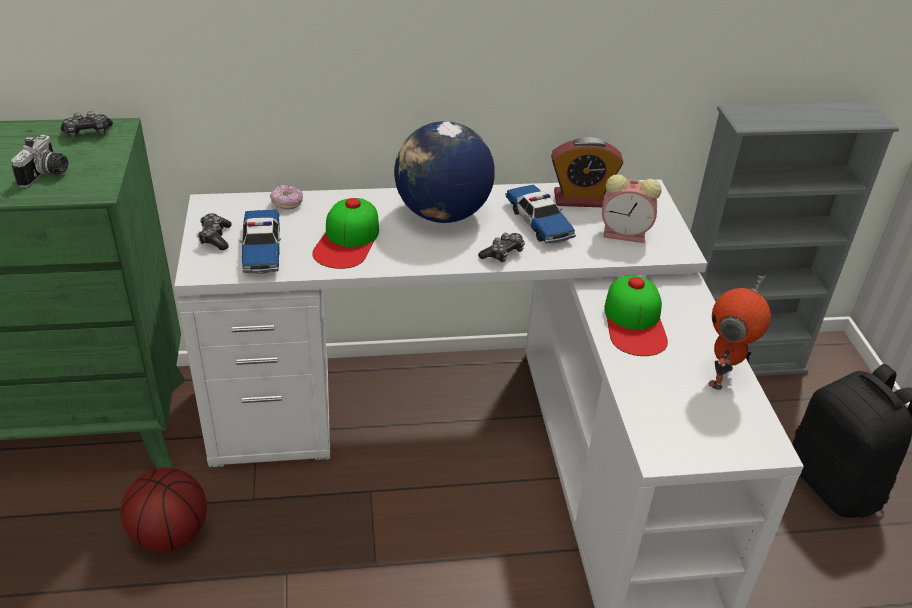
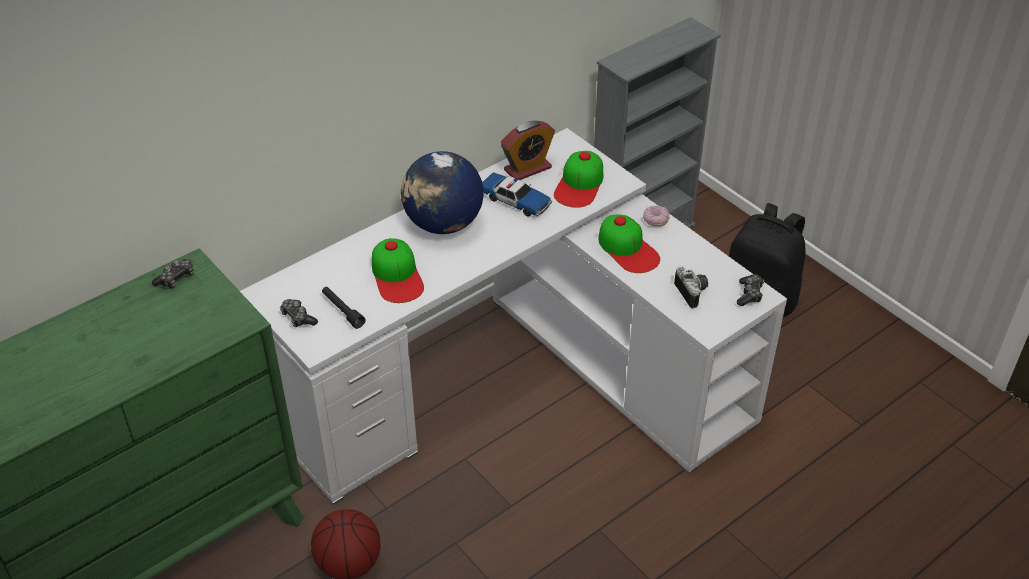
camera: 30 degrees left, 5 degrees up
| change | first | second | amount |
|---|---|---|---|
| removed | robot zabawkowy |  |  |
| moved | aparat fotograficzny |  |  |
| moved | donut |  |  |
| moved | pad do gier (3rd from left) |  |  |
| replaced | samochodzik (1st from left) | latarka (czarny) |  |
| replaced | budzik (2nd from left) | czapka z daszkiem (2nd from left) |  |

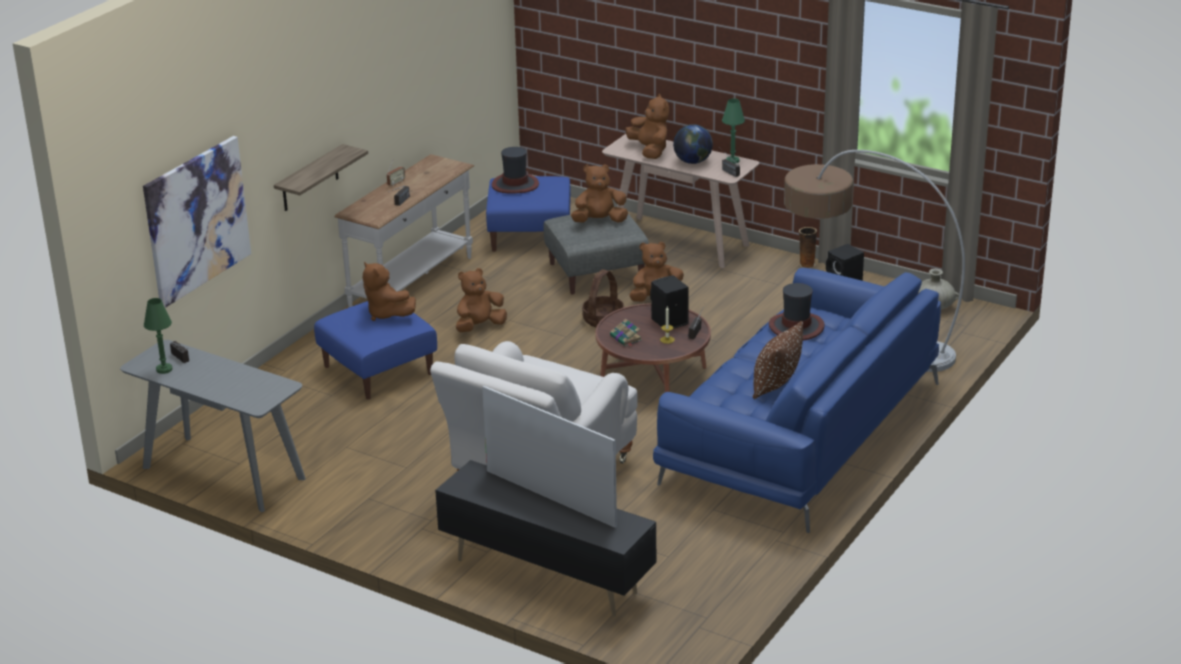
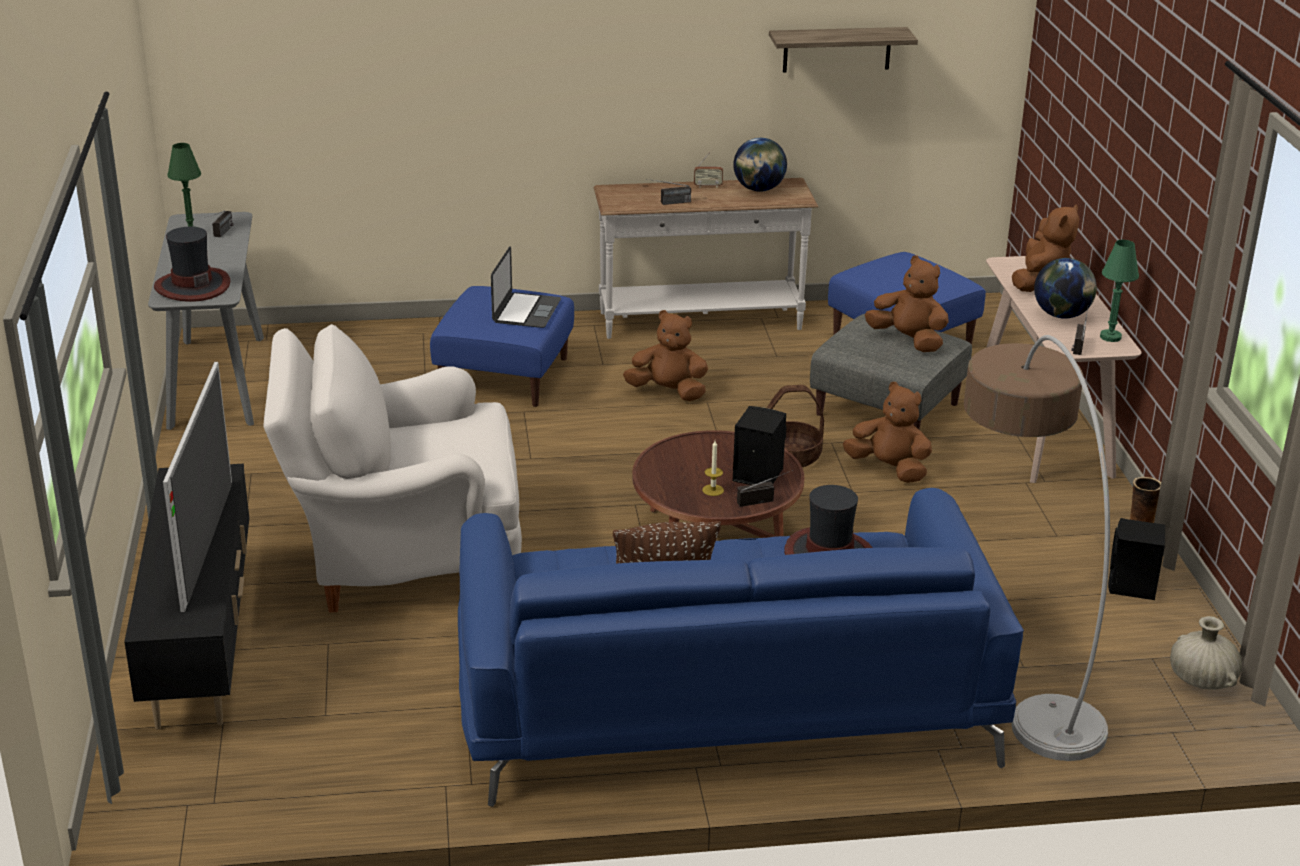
camera: 50 degrees right, 0 degrees up
| change | first | second | amount |
|---|---|---|---|
| removed | obraz |  |  |
| removed | książka |  |  |
| added |  | globus (1st from left) |  |
| moved | półka |  |  |
| moved | kapelusz (1st from left) |  |  |
| replaced | pluszak (brązowy) (1st from left) | laptop |  |

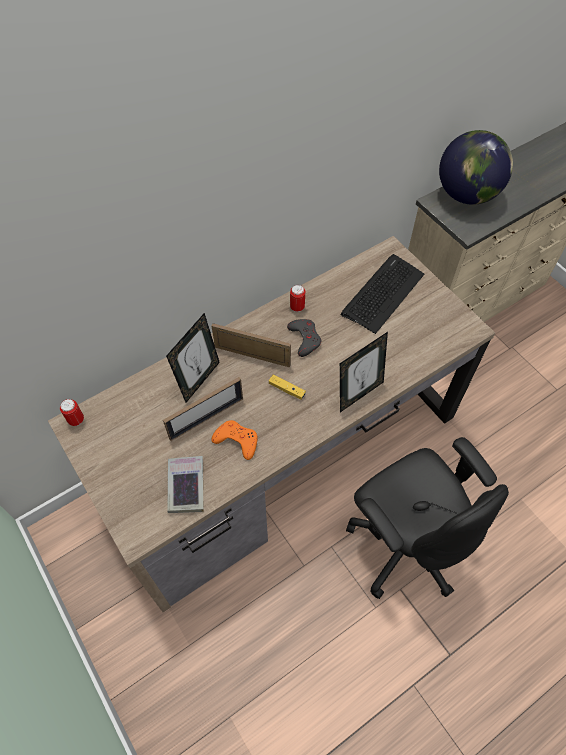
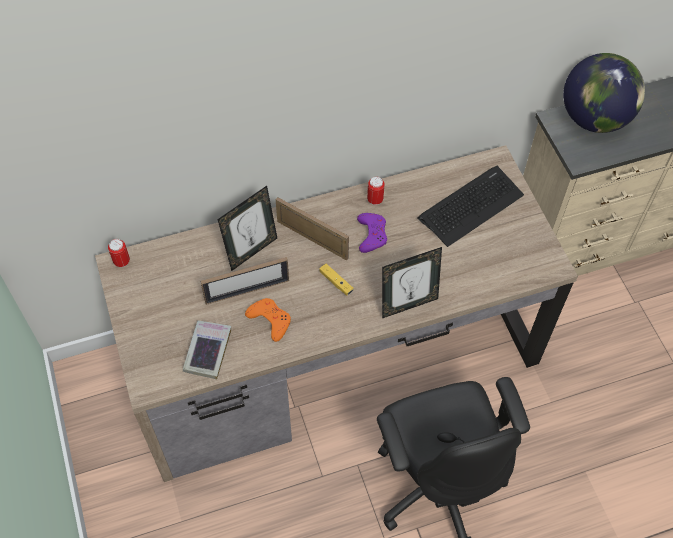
camera: 15 degrees right, 0 degrees up
| change | first | second | amount |
|---|---|---|---|
| recoloured | pad do gier (szary) | pad do gier (fioletowy) |  |

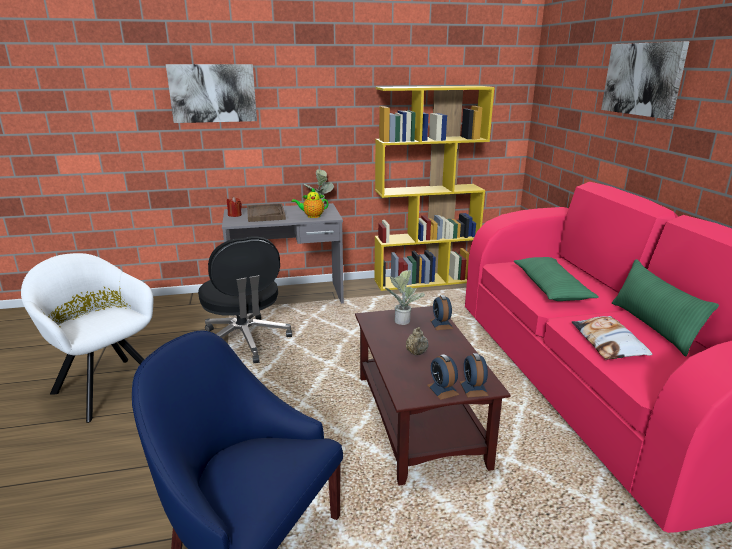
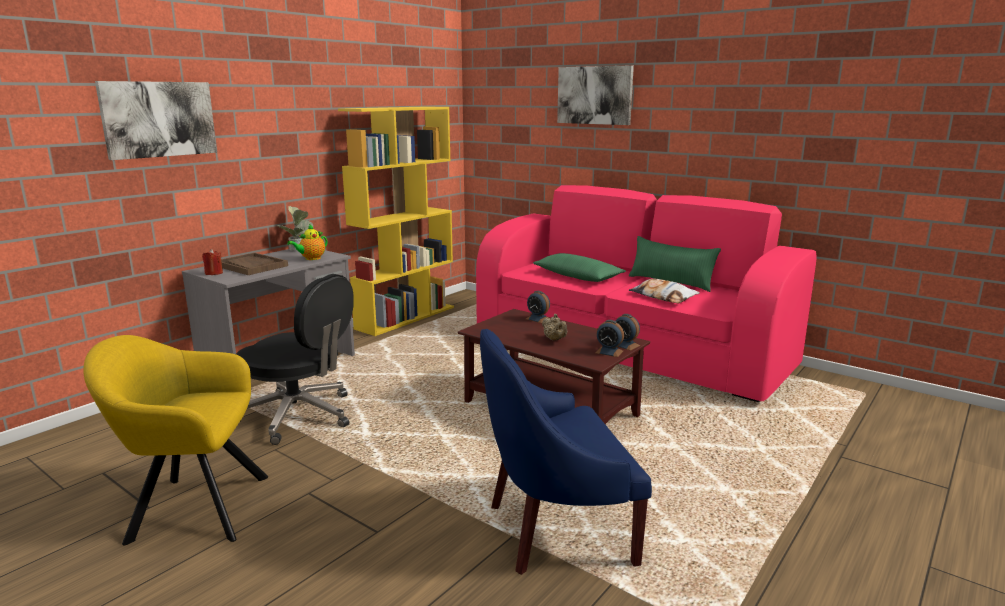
camera: 40 degrees left, 5 degrees down
| change | first | second | amount |
|---|---|---|---|
| removed | roślina doniczkowa (2nd from left) |  |  |
| recoloured | fotel (biały) | fotel (żółty) |  |

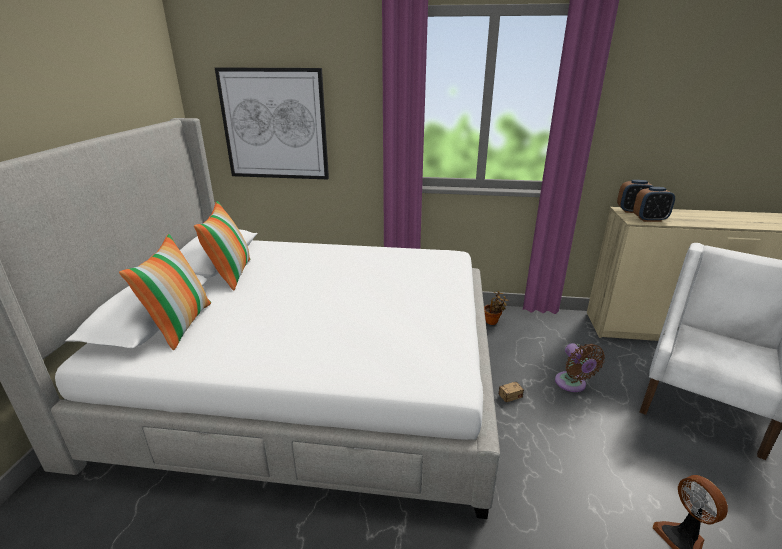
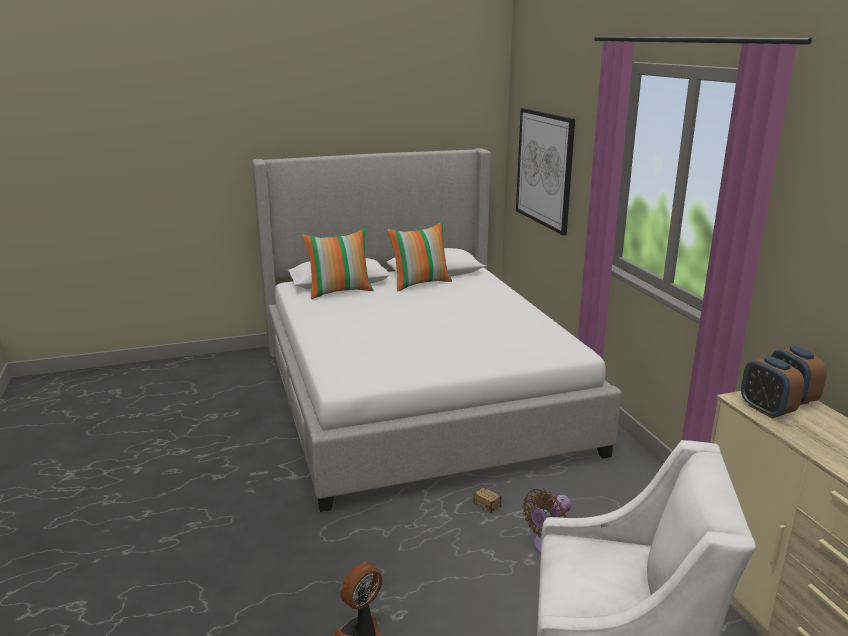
camera: 65 degrees right, 5 degrees down
| change | first | second | amount |
|---|---|---|---|
| removed | roślina doniczkowa |  |  |

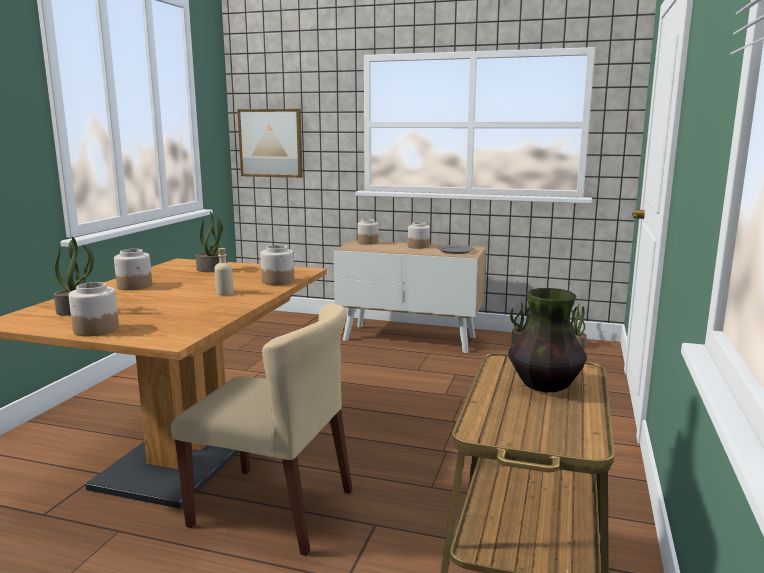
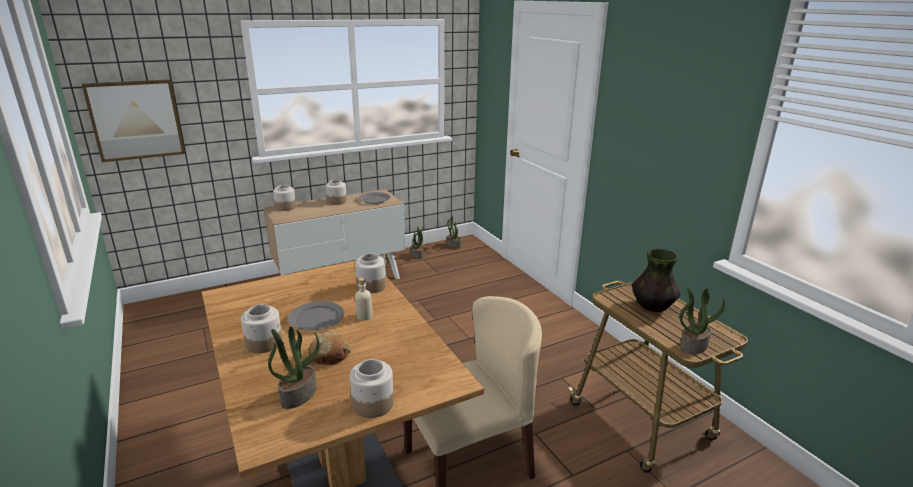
camera: 45 degrees left, 10 degrees up
| change | first | second | amount |
|---|---|---|---|
| added |  | talerz (szary) (1st from left) |  |
| added |  | chleb |  |
| moved | roślina doniczkowa (2nd from left in the first image) | roślina doniczkowa (4th from left) |  |

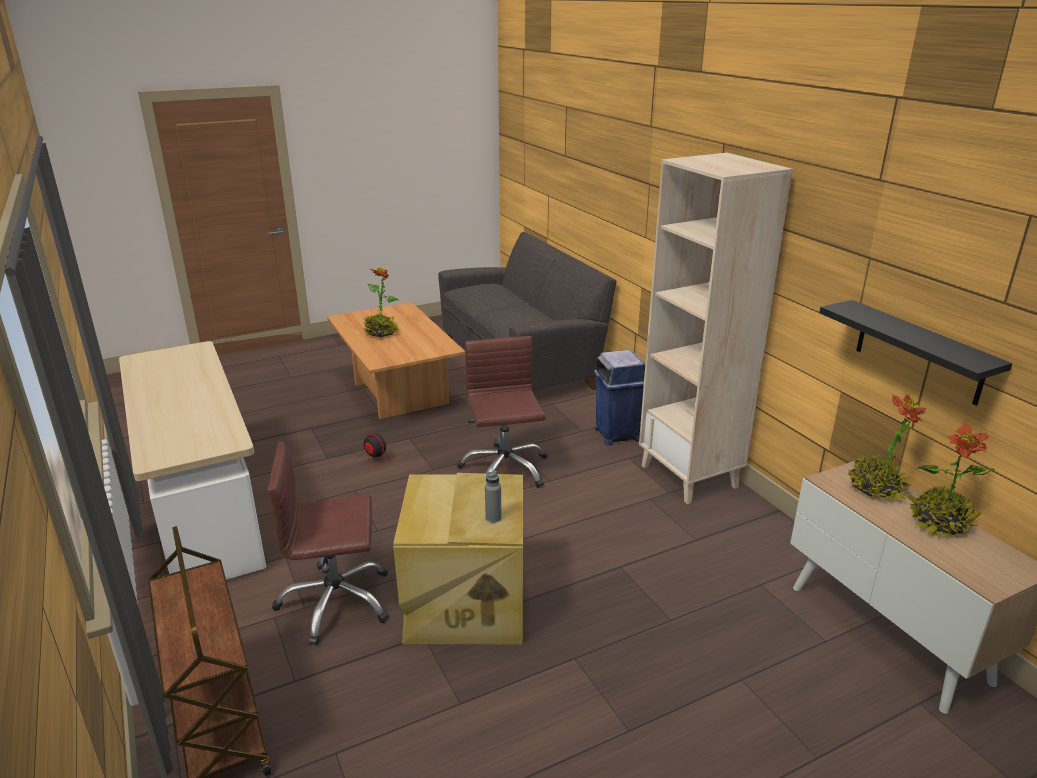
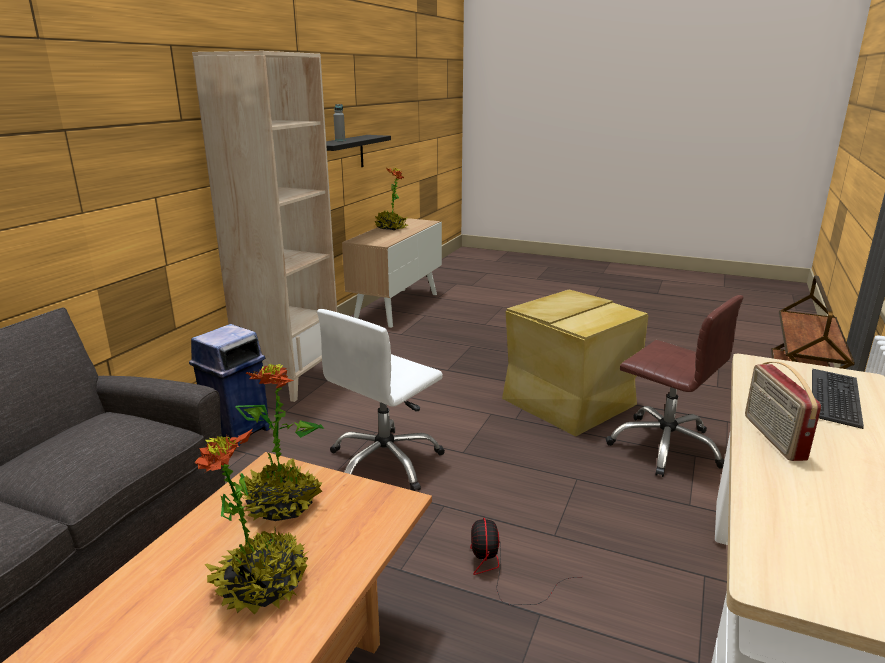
camera: 130 degrees left, 5 degrees down
| change | first | second | amount |
|---|---|---|---|
| added |  | radio |  |
| added |  | klawiatura |  |
| moved | butelka (szary) |  |  |
| moved | roślina doniczkowa (2nd from left) |  |  |
| recoloured | krzesło biurowe (brązowy) (2nd from left) | krzesło biurowe (biały) |  |

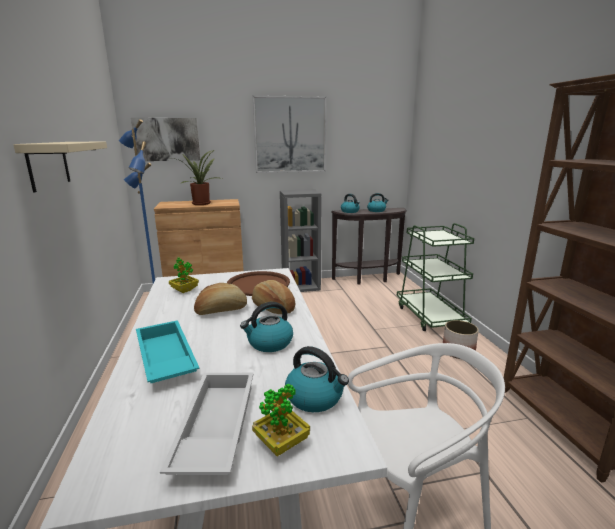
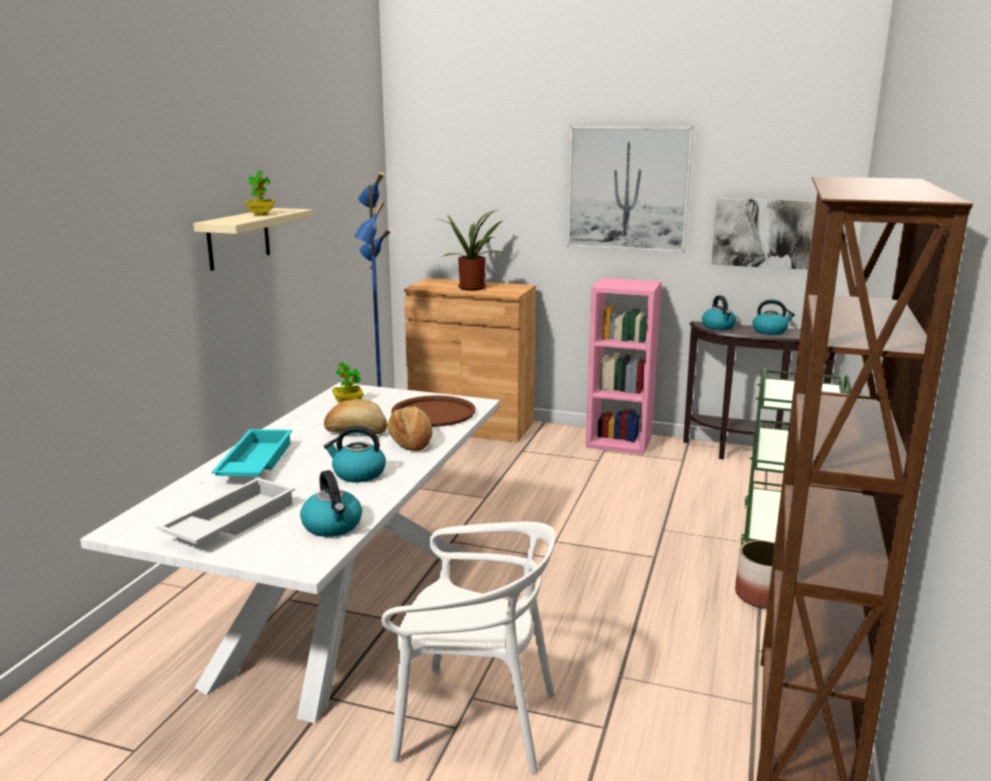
camera: 30 degrees right, 0 degrees up
| change | first | second | amount |
|---|---|---|---|
| moved | obraz (1st from left in the first image) | obraz (2nd from left) |  |
| moved | roślina doniczkowa (3rd from left in the first image) | roślina doniczkowa (1st from left) |  |
| recoloured | regał (szary) | regał (różowy) |  |

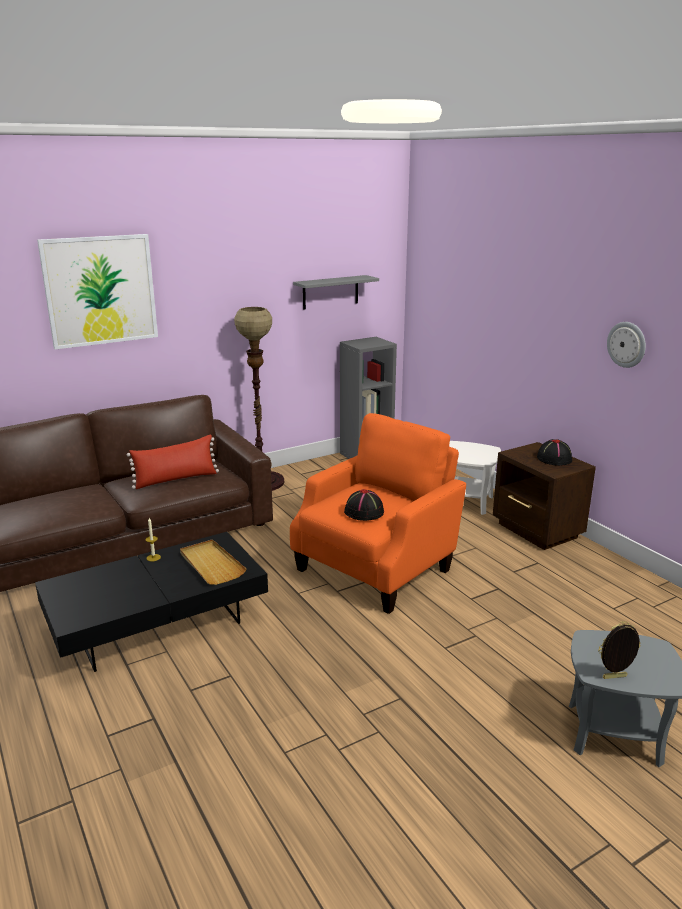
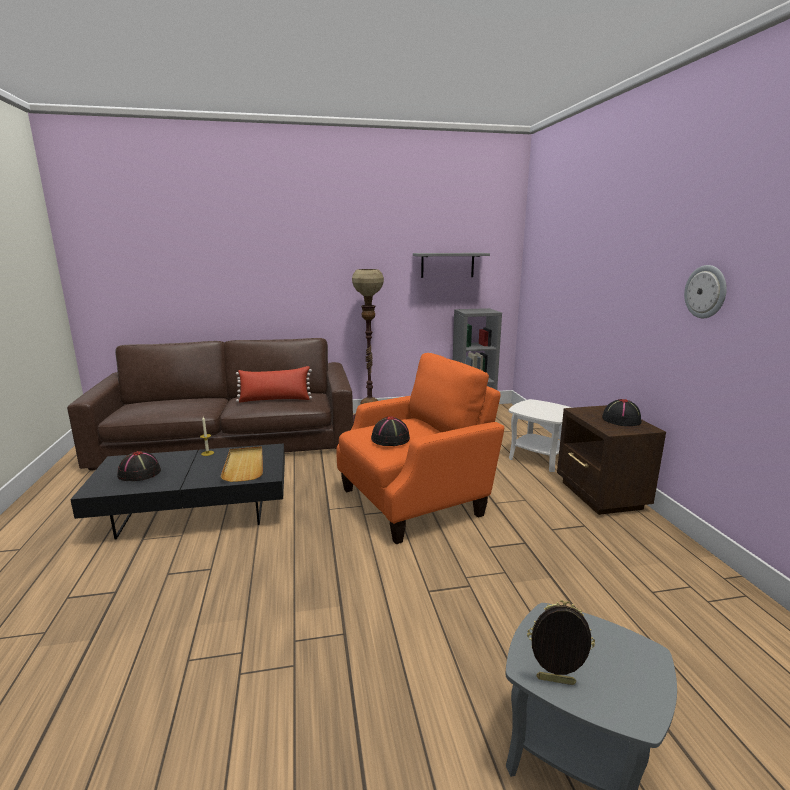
camera: 20 degrees right, 5 degrees down
| change | first | second | amount |
|---|---|---|---|
| removed | obraz |  |  |
| added |  | kapelusz (czarny) (1st from left) |  |

